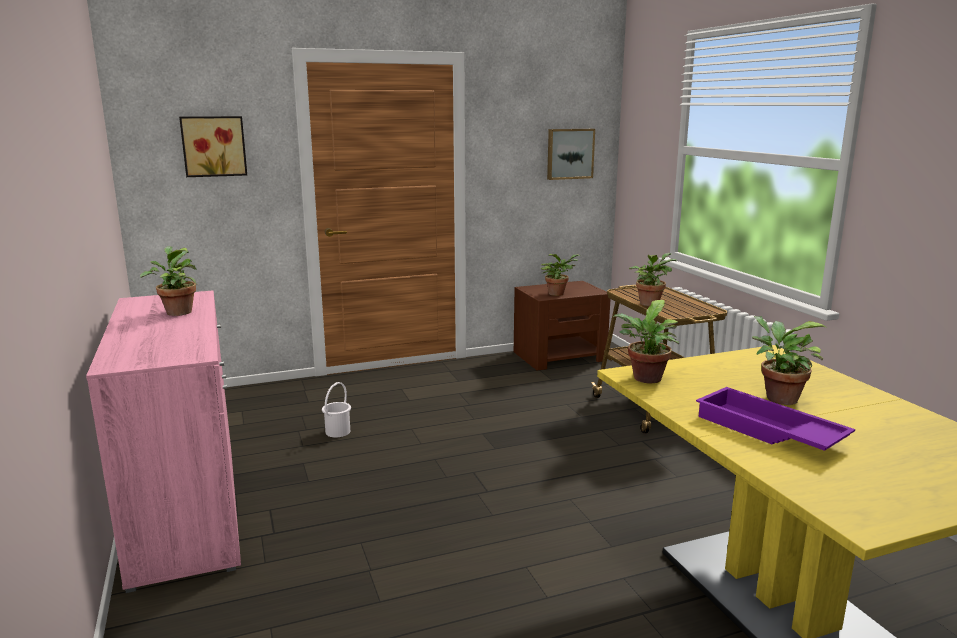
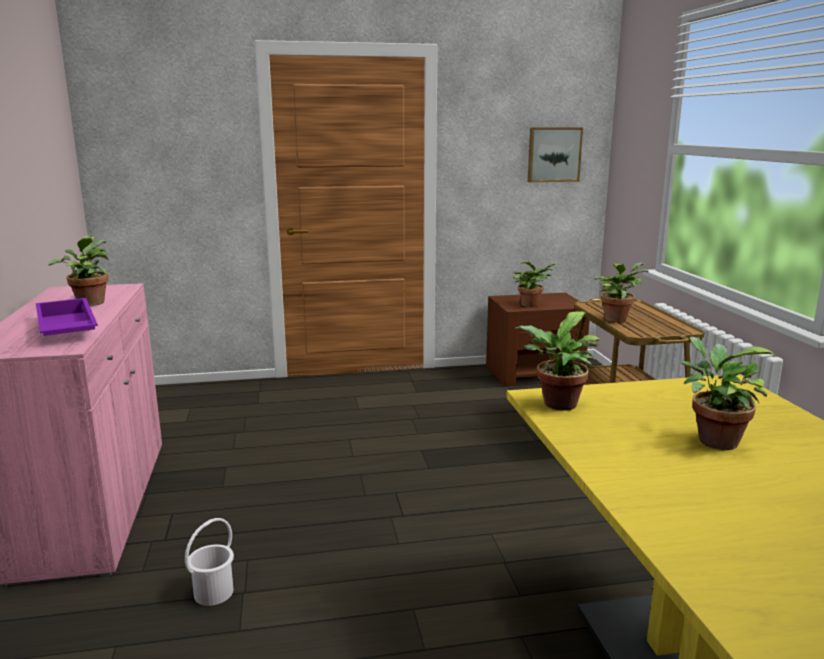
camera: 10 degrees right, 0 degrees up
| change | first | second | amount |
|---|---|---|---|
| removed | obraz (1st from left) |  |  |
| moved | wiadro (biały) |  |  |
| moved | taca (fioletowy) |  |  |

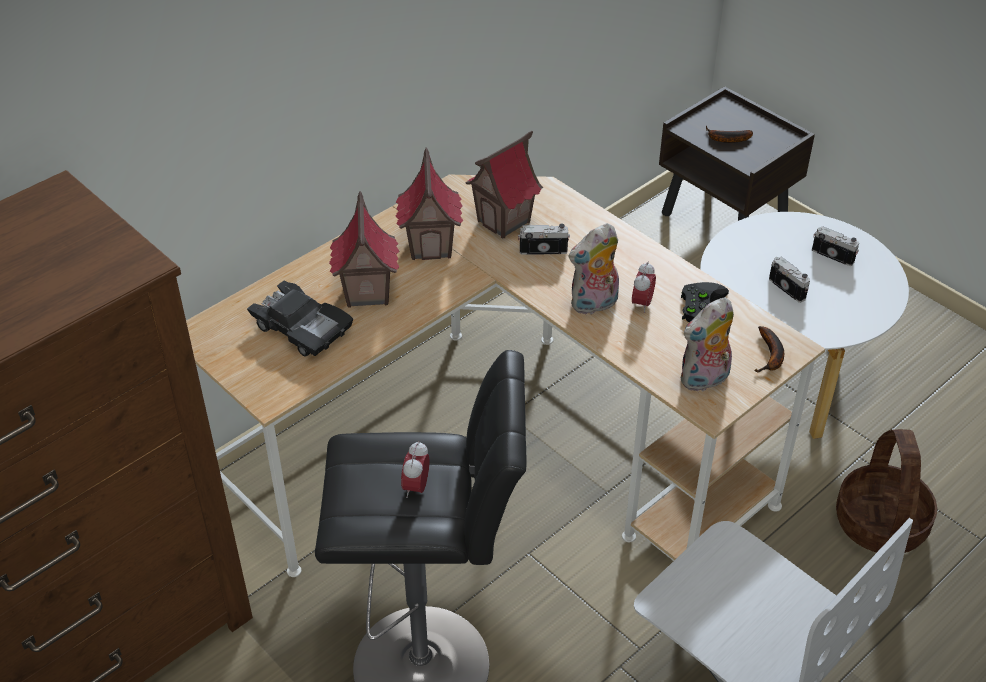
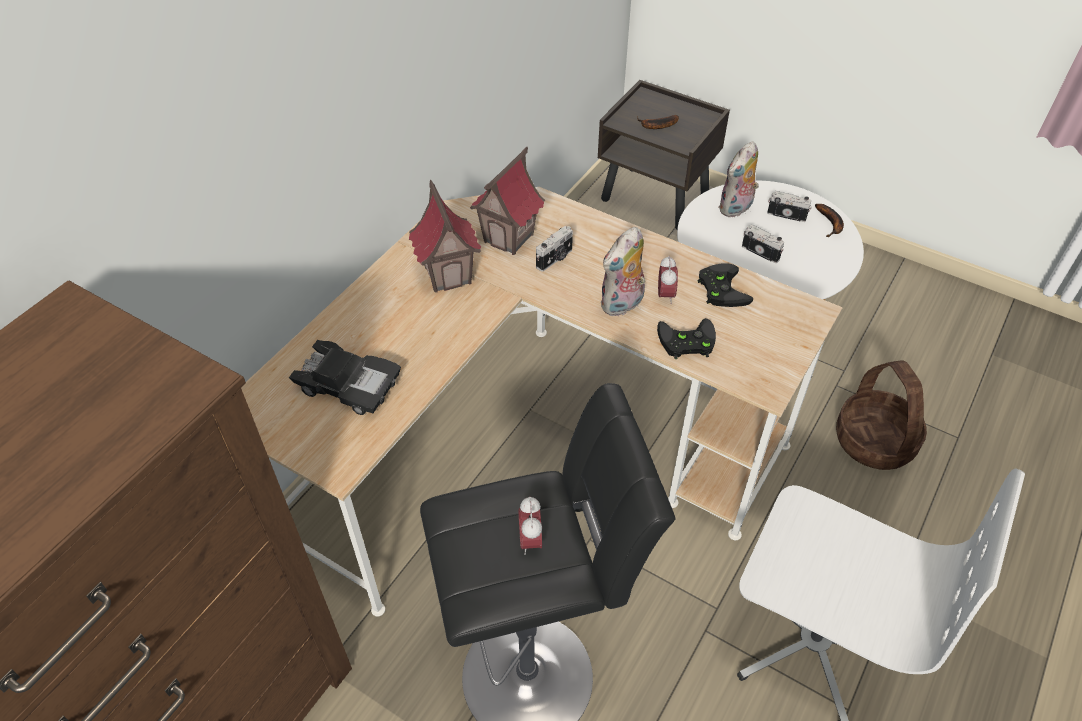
camera: 15 degrees left, 5 degrees up
| change | first | second | amount |
|---|---|---|---|
| removed | domek (1st from left) |  |  |
| added |  | pad do gier (czarny) (1st from left) |  |
| moved | pluszak (2nd from left) |  |  |
| moved | banan (2nd from left) |  |  |
| turned | aparat fotograficzny (1st from left) |  | 150 degrees clockwise |

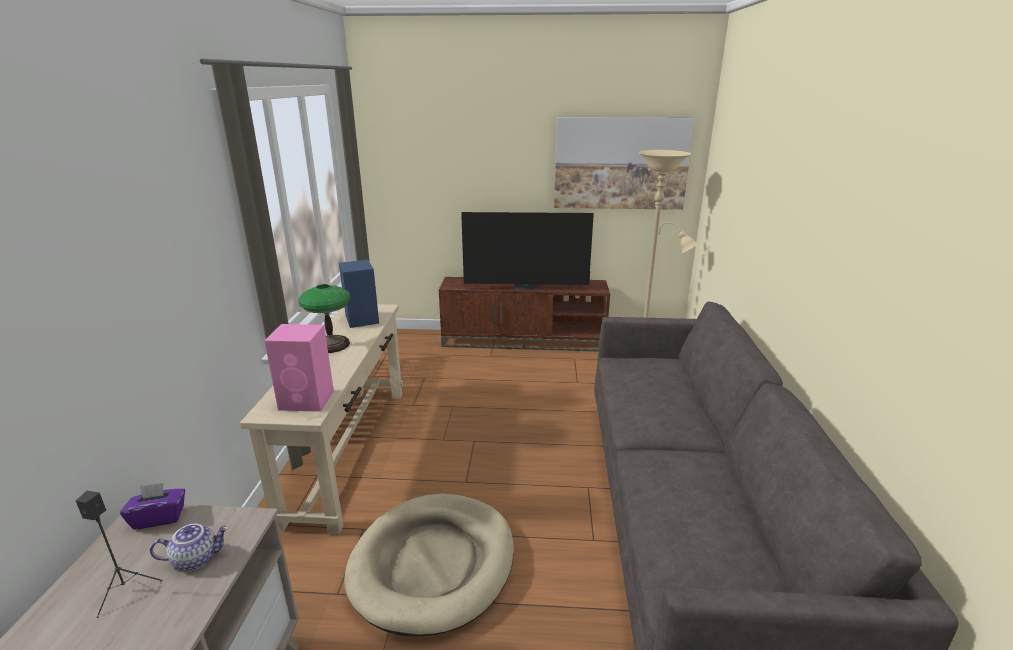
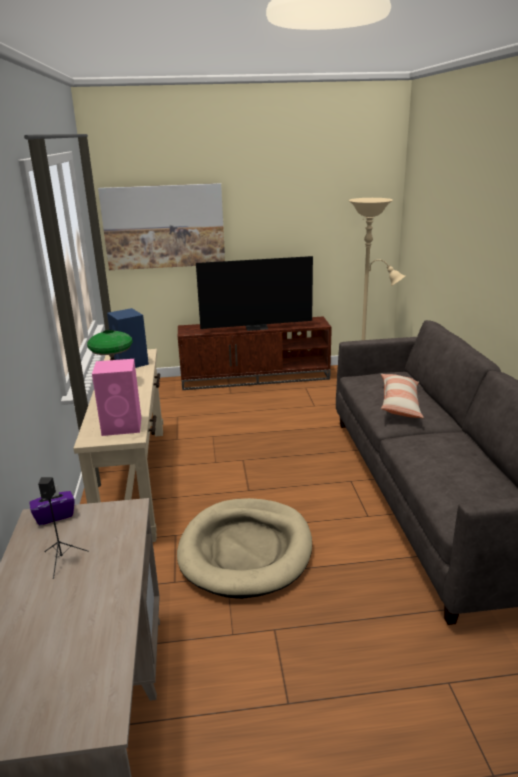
camera: 10 degrees left, 0 degrees up
| change | first | second | amount |
|---|---|---|---|
| removed | imbryk |  |  |
| added |  | poduszka |  |
| moved | obraz |  |  |

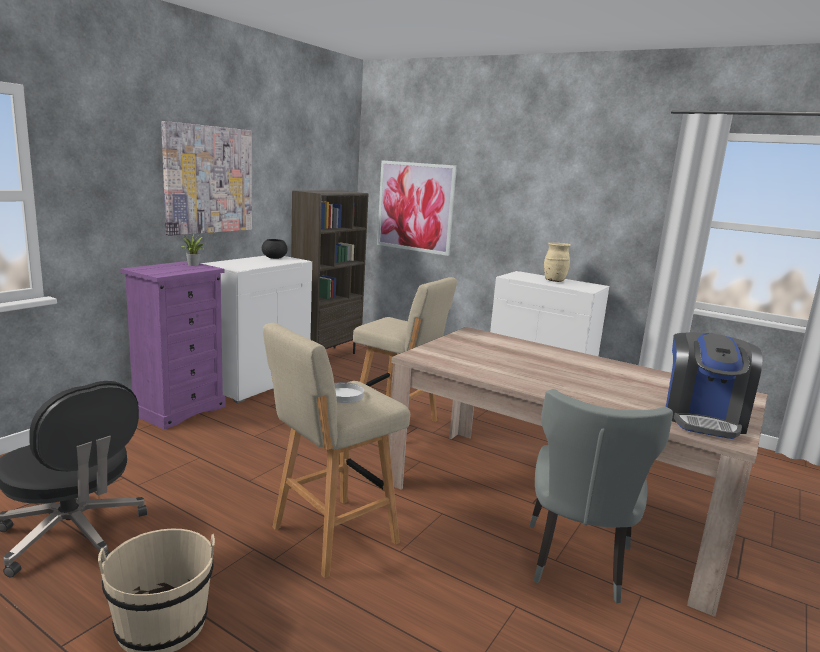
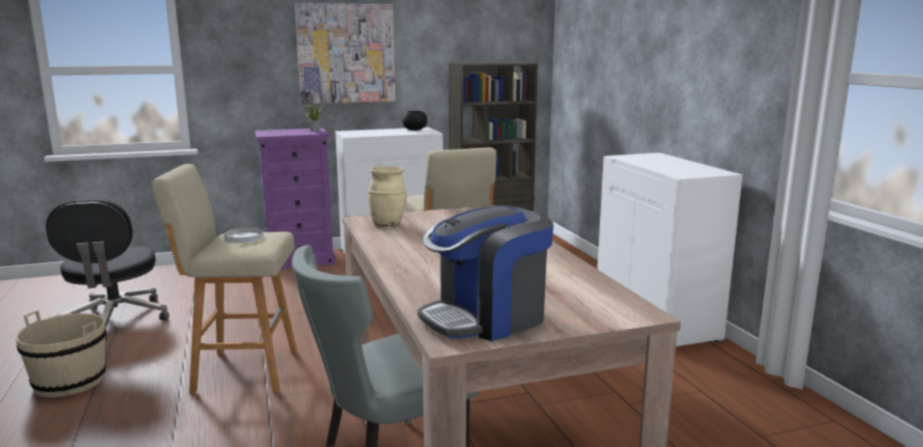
camera: 40 degrees right, 0 degrees up
| change | first | second | amount |
|---|---|---|---|
| removed | obraz (2nd from left) |  |  |
| moved | wazon (beżowy) |  |  |

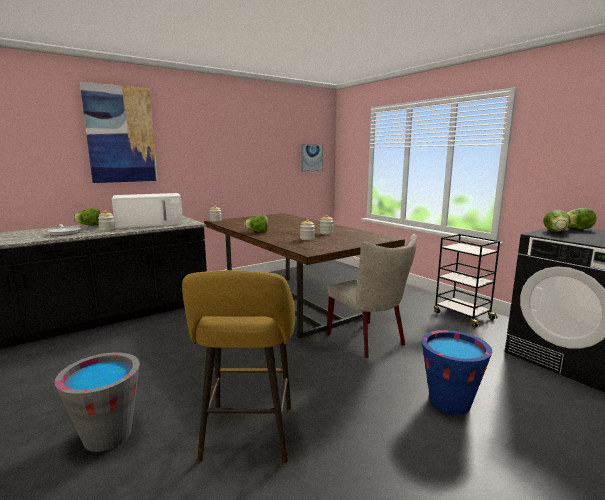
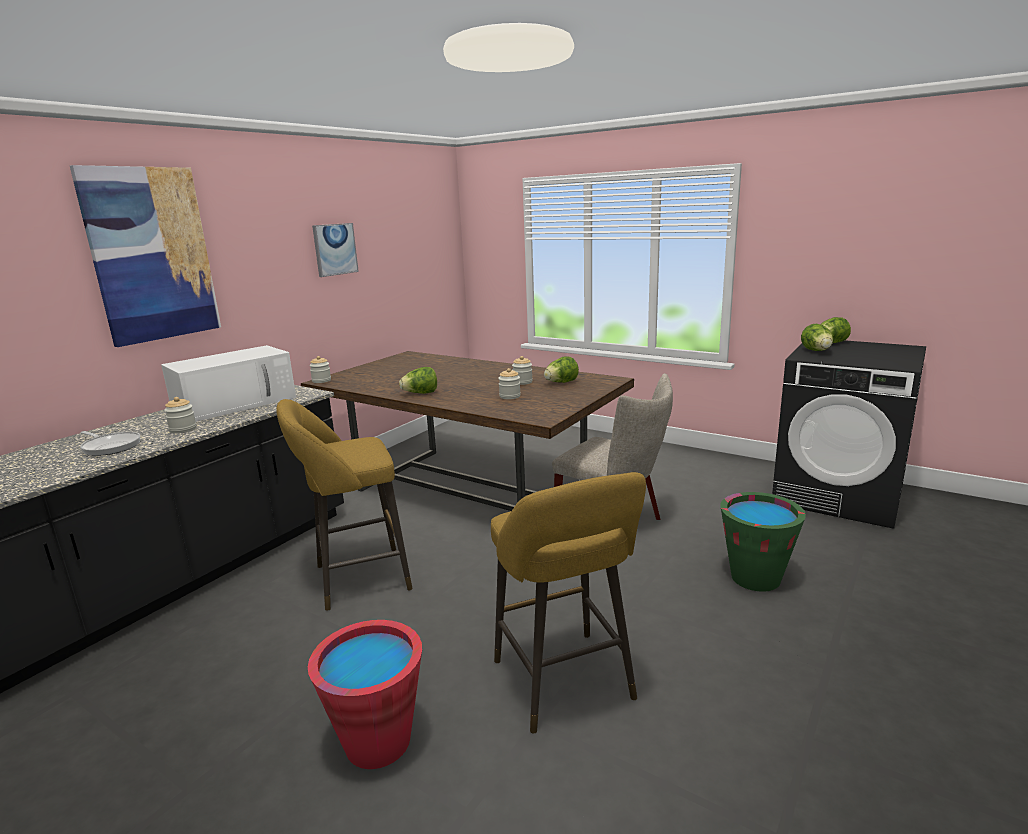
camera: 20 degrees left, 5 degrees up
| change | first | second | amount |
|---|---|---|---|
| removed | wózek (czarny) |  |  |
| added |  | stołek (żółty) (1st from left) |  |
| moved | sałata (1st from left in the first image) | sałata (2nd from left) |  |
| moved | obraz (2nd from left) |  |  |
| recoloured | wiadro (szary) | wiadro (czerwony) |  |
| recoloured | wiadro (niebieski) | wiadro (zielony) |  |

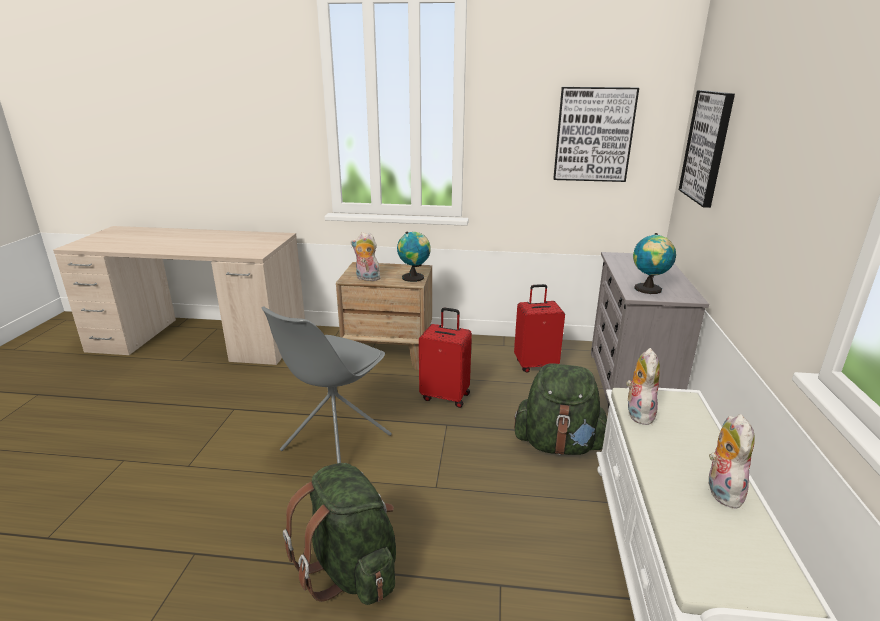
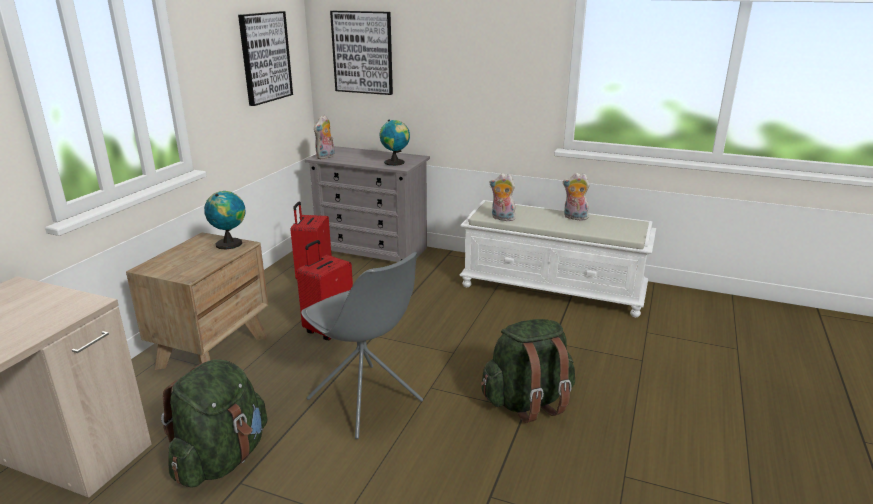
camera: 75 degrees left, 0 degrees up
| change | first | second | amount |
|---|---|---|---|
| moved | pluszak (1st from left) |  |  |
| moved | plecak (zielony) (2nd from left in the first image) | plecak (zielony) (1st from left) |  |

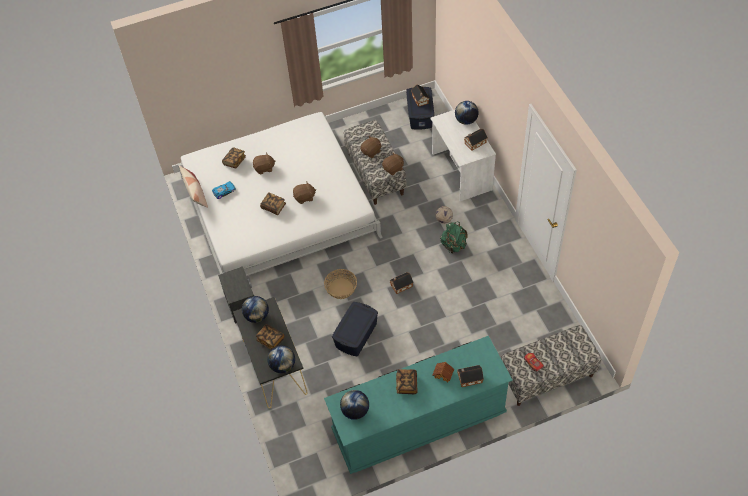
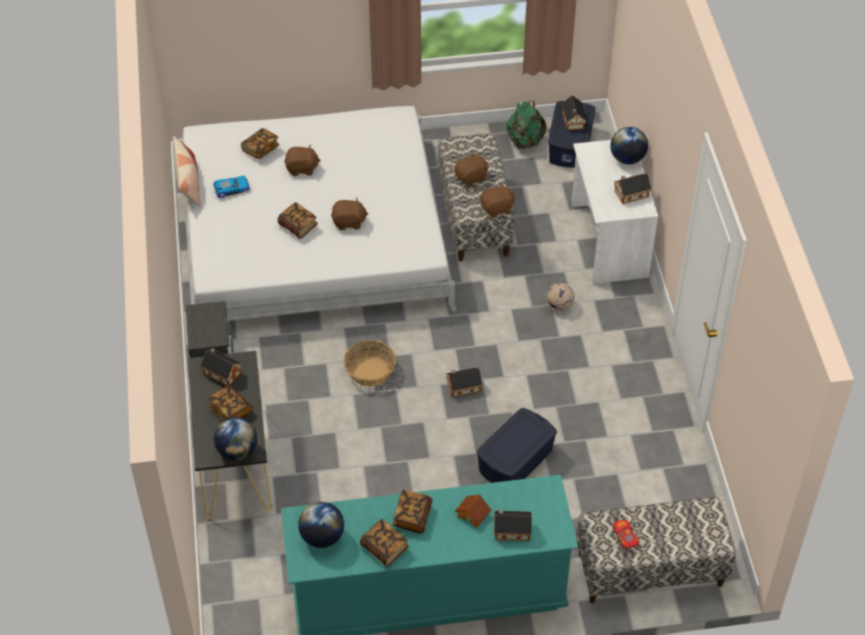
camera: 10 degrees right, 5 degrees down
| change | first | second | amount |
|---|---|---|---|
| added |  | książka (4th from left) |  |
| moved | pojemnik do przechowywania (niebieski) (1st from left) |  |  |
| moved | plecak (zielony) |  |  |
| replaced | globus (1st from left) | domek (1st from left) |  |

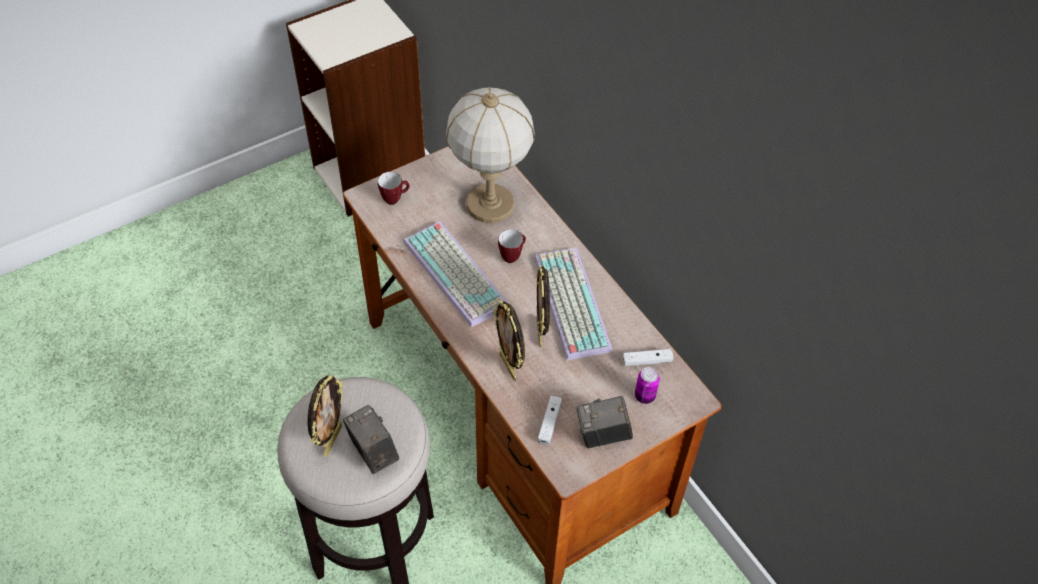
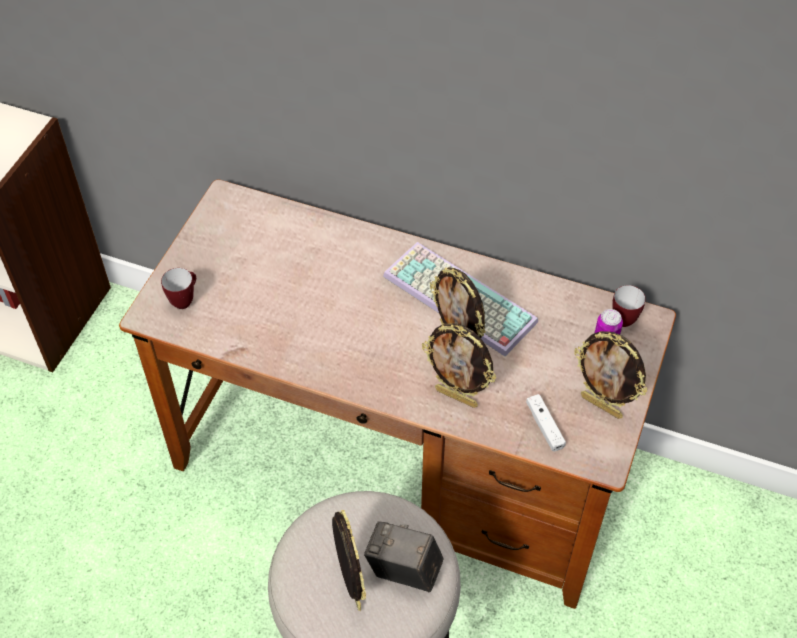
camera: 35 degrees left, 0 degrees up
| change | first | second | amount |
|---|---|---|---|
| removed | klawiatura (1st from left) |  |  |
| removed | lampa stołowa |  |  |
| removed | pad do gier (biały) (2nd from left) |  |  |
| moved | kubek (2nd from left) |  |  |
| replaced | aparat fotograficzny (2nd from left) | ramka na zdjęcie (4th from left) |  |

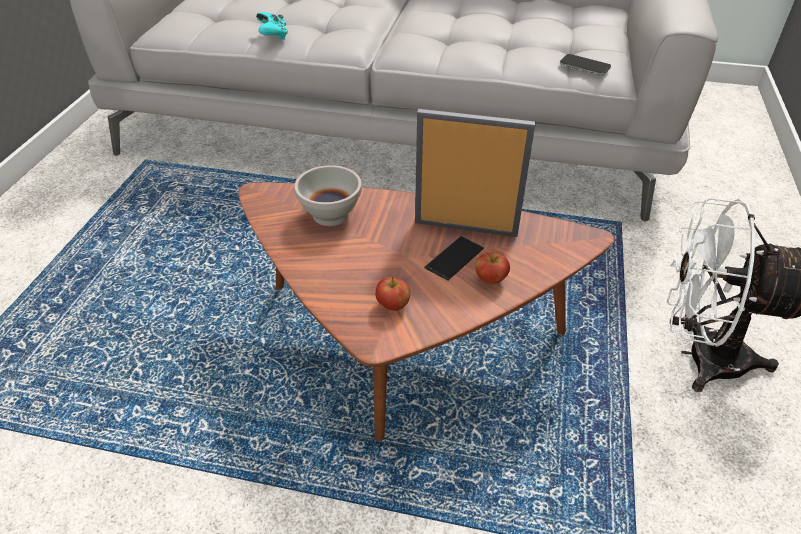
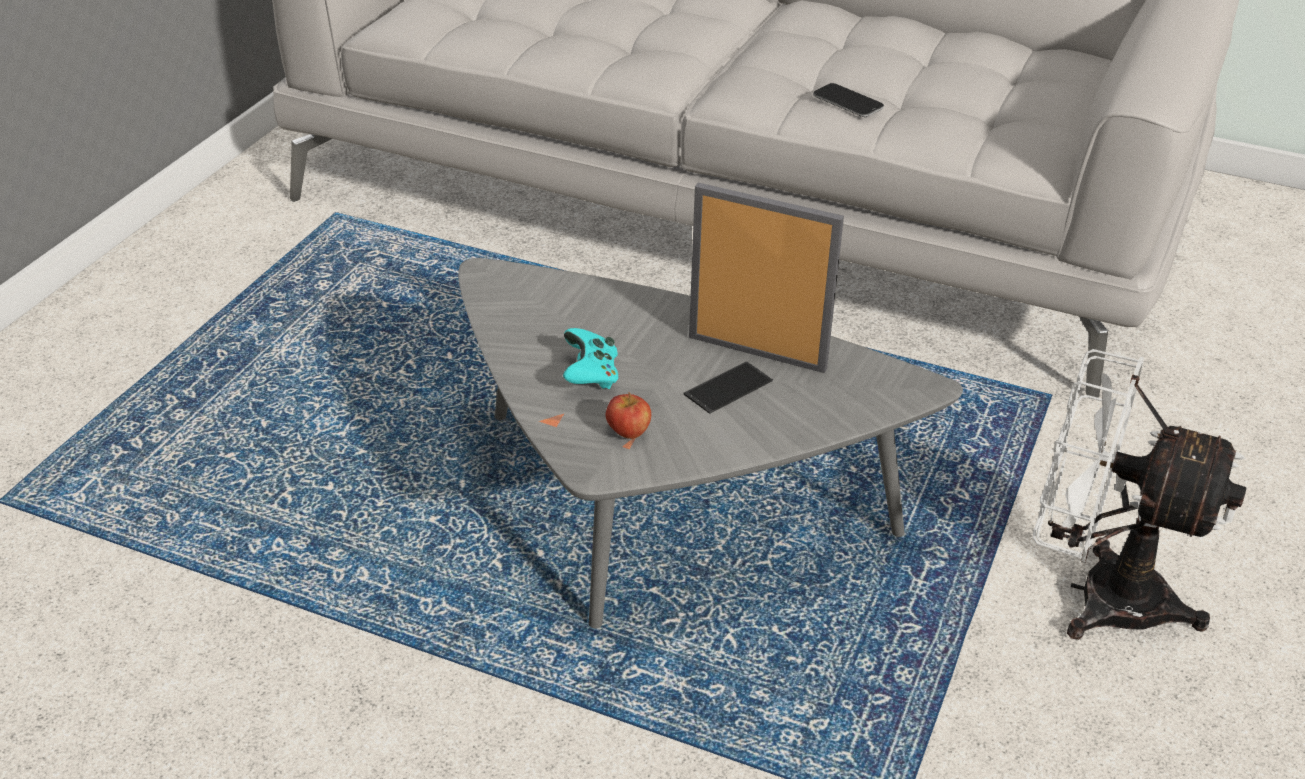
camera: 10 degrees right, 5 degrees down
| change | first | second | amount |
|---|---|---|---|
| removed | miska (biały) |  |  |
| removed | jabłko (2nd from left) |  |  |
| moved | pad do gier (turkusowy) |  |  |
| moved | telefon (2nd from left) |  |  |
| recoloured | ława (brązowy) | ława (szary) |  |

